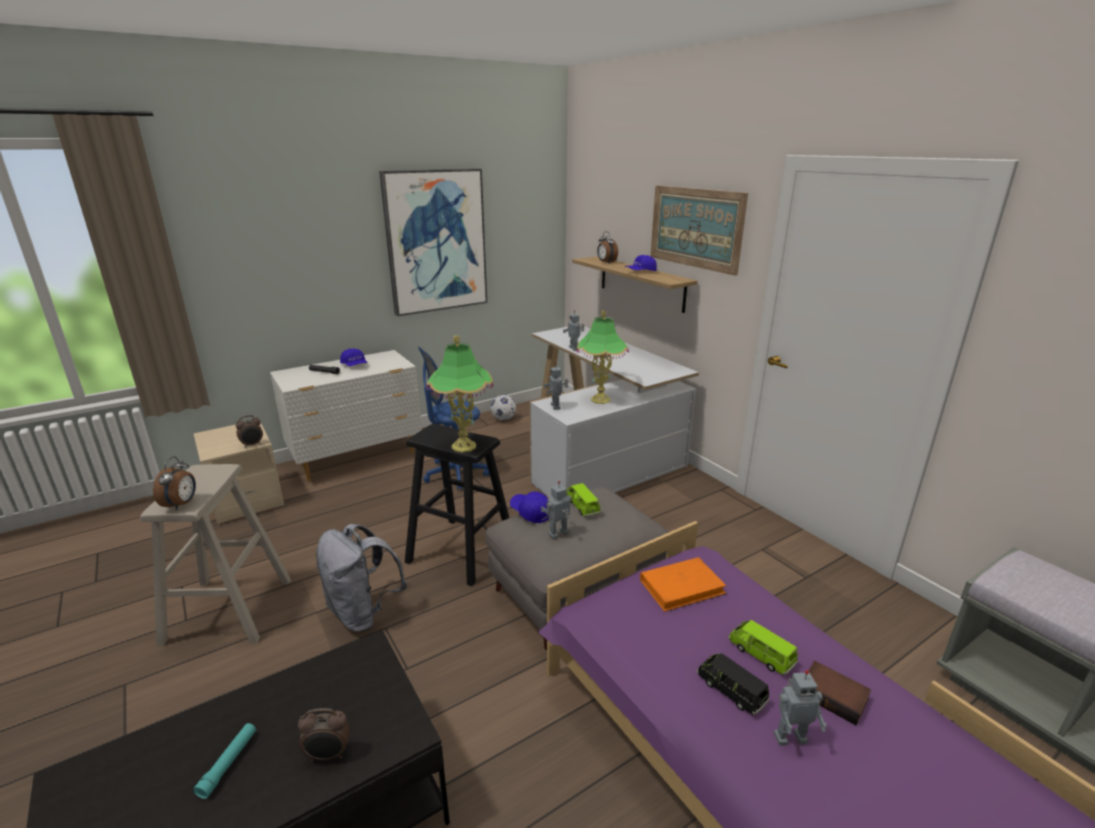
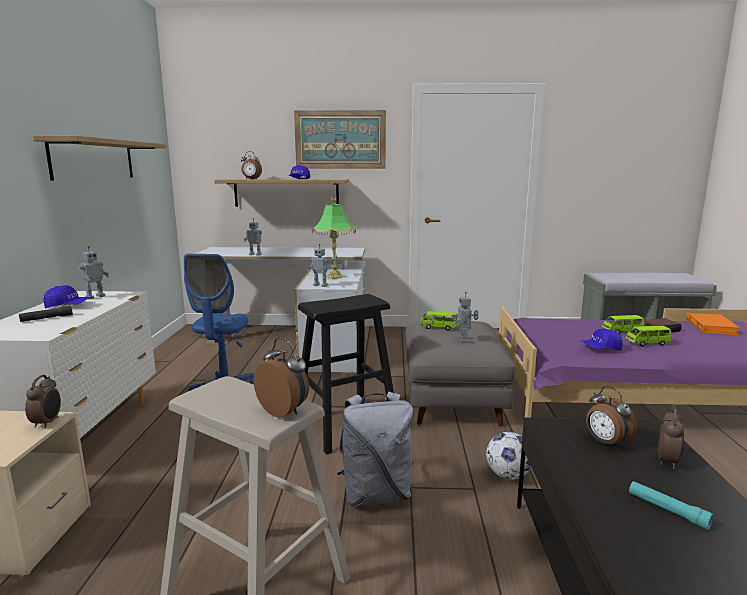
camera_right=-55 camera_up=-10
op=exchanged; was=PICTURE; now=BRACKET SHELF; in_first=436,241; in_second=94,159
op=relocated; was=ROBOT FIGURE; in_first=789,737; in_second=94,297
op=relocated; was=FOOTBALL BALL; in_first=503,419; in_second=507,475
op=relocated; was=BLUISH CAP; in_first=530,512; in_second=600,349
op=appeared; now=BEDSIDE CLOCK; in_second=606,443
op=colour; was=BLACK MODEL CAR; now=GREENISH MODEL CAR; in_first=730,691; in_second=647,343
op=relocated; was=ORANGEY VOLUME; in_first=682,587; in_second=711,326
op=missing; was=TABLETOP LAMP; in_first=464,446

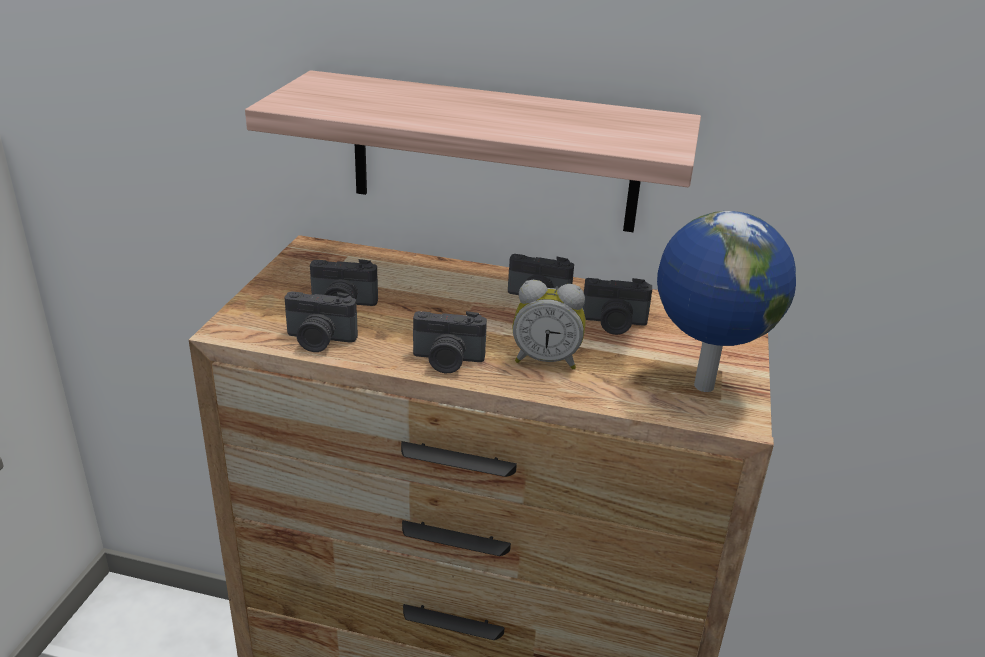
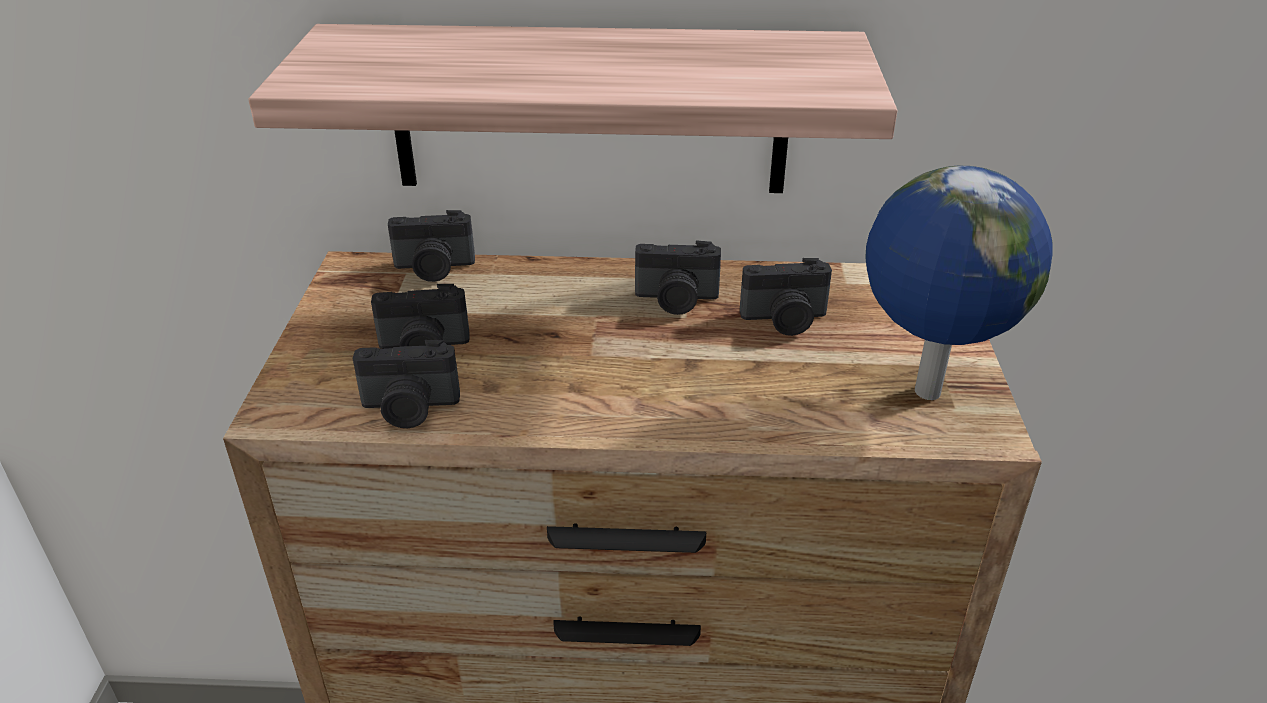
camera_right=-10 camera_up=5
op=relocated; was=STILL CAMERA; in_first=447,361; in_second=434,269
op=missing; was=BEDSIDE CLOCK; in_first=546,360

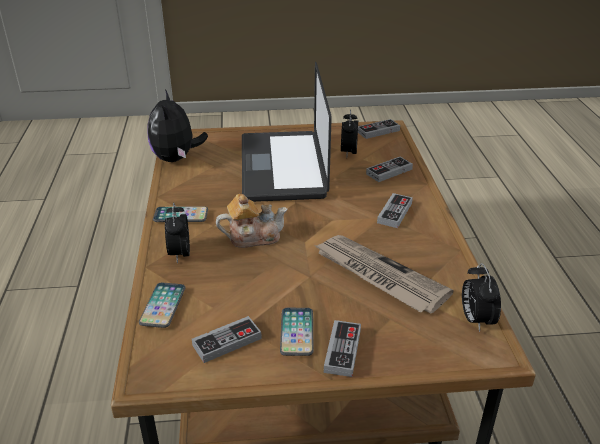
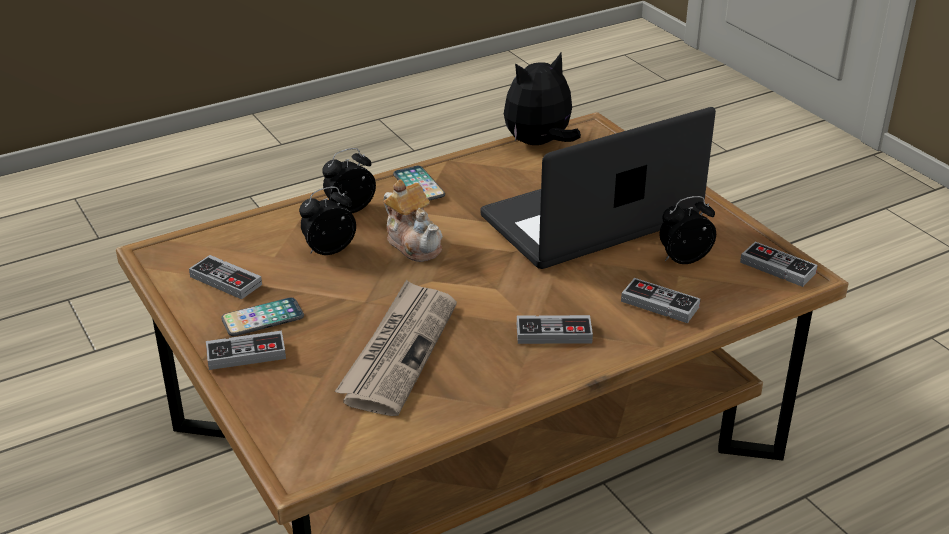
camera_right=65 camera_up=0
op=relocated; was=BEDSIDE CLOCK; in_first=475,319; in_second=329,250
op=missing; was=PHONE; in_first=163,306

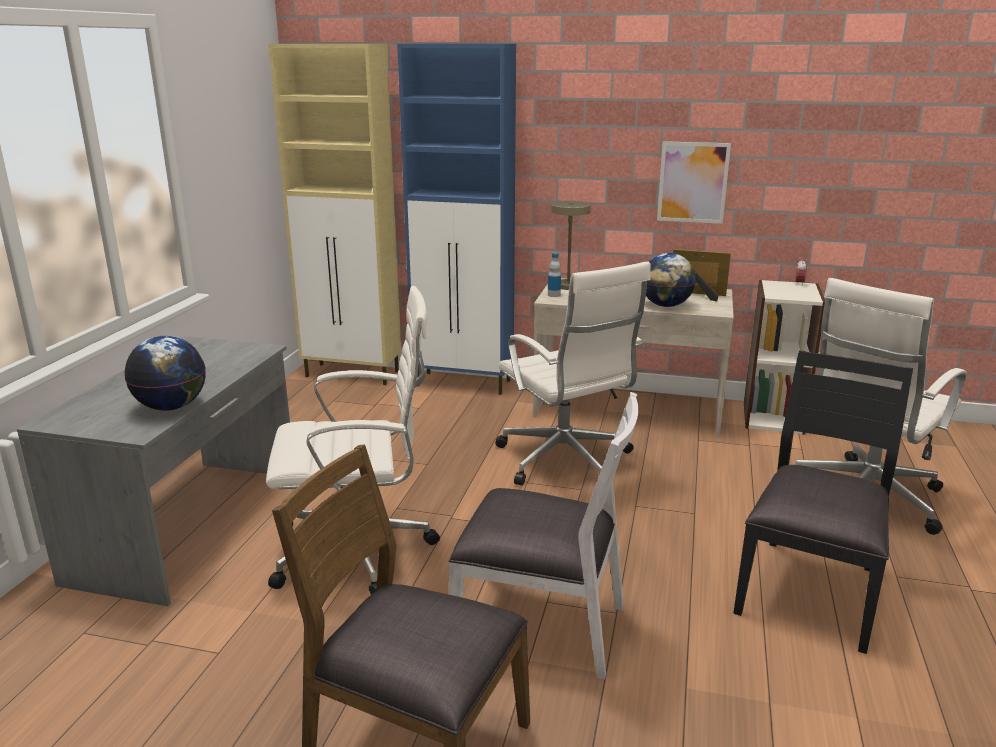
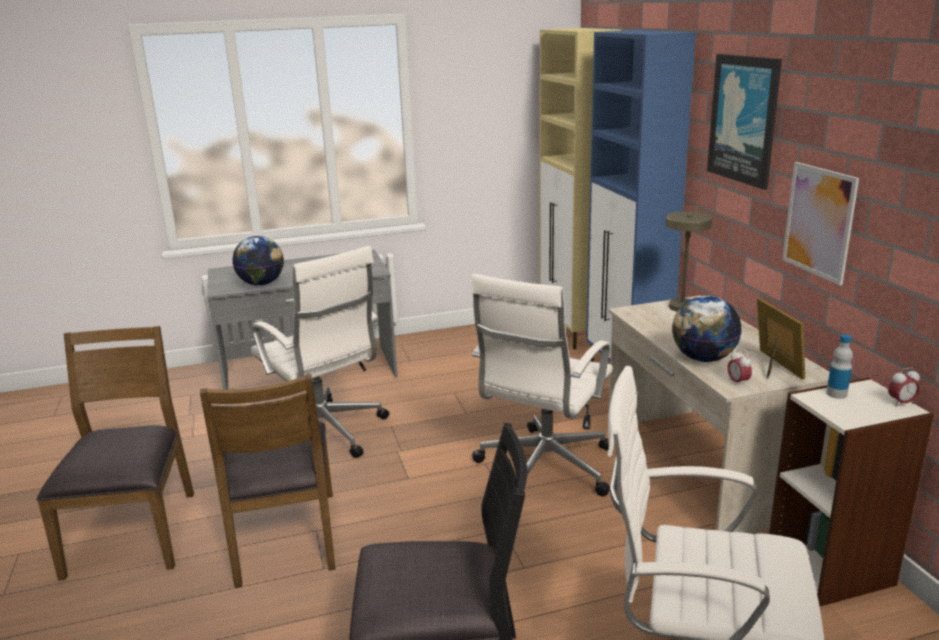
camera_right=60 camera_up=0
op=colour; was=WHITE UPRIGHT CHAIR; now=BROWN UPRIGHT CHAIR; in_first=541,625; in_second=284,537
op=appeared; now=PICTURE; in_second=744,119
op=appeared; now=BEDSIDE CLOCK; in_second=738,382
op=relocated; was=BEVERAGE BOTTLE; in_first=554,295; in_second=836,394

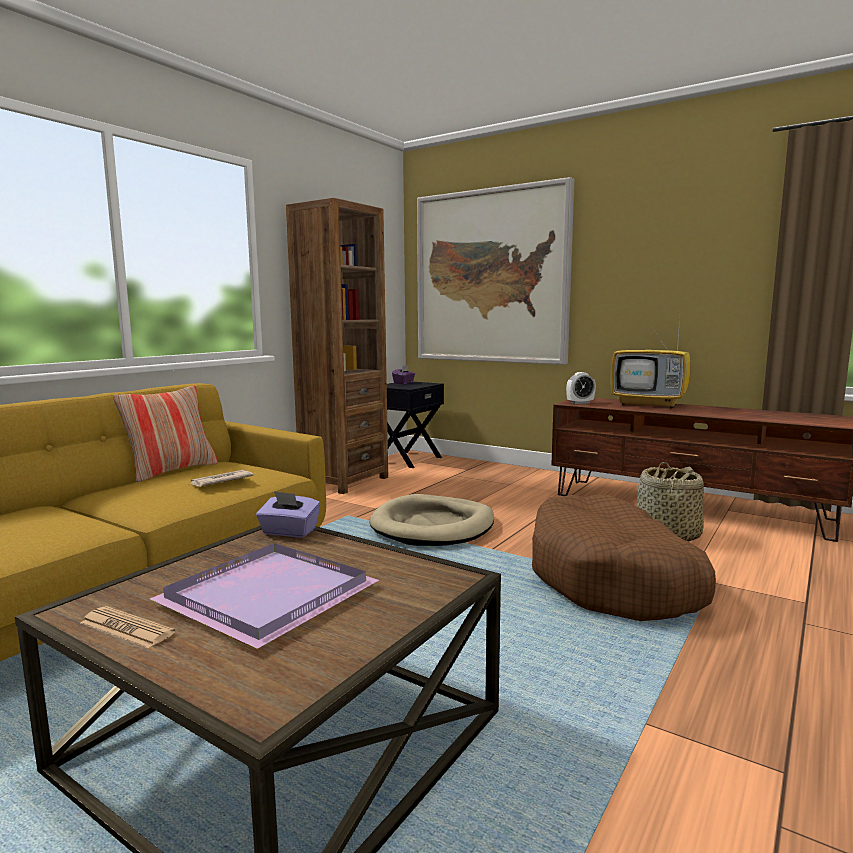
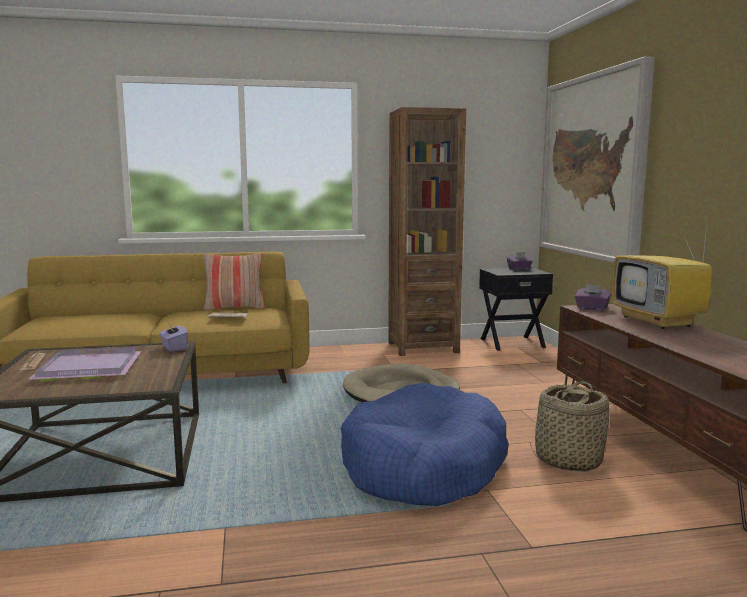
camera_right=45 camera_up=0
op=colour; was=BROWN DOG BED; now=BLUISH DOG BED; in_first=613,579; in_second=424,466
op=exchanged; was=BEDSIDE CLOCK; now=PURPLE-COLOURED TISSUE HOLDER; in_first=580,403; in_second=591,308

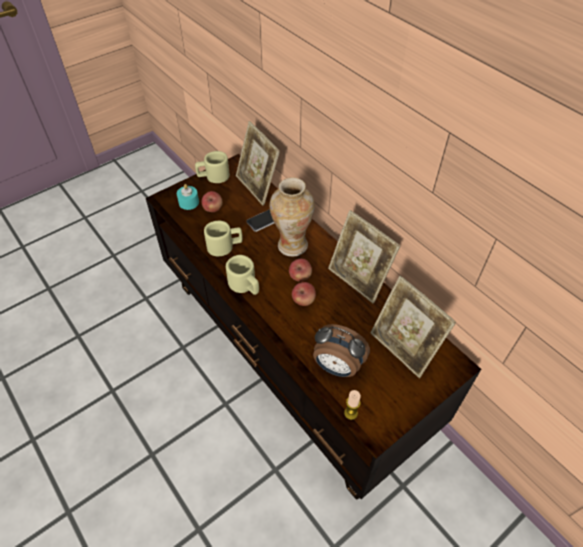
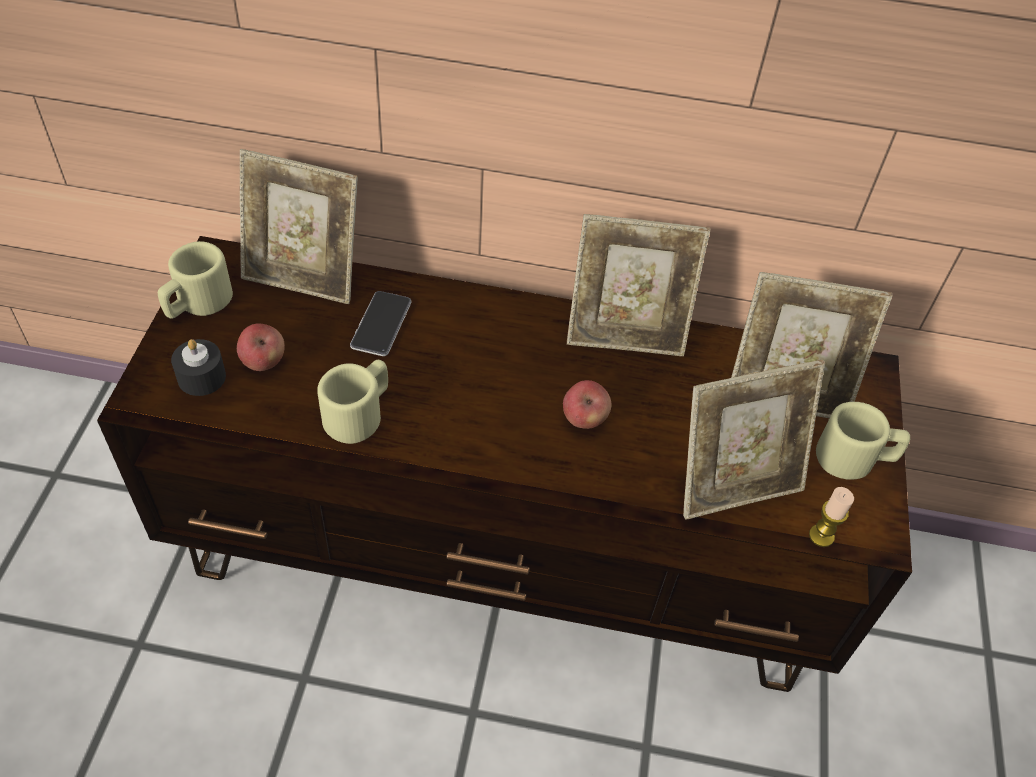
camera_right=-45 camera_up=0
op=colour; was=TURQUOISE-COLOURED WAX LIGHT; now=BLACK WAX LIGHT; in_first=188,202; in_second=201,377
op=exchanged; was=BEDSIDE CLOCK; now=STANDING FRAME; in_first=337,367; in_second=735,484
op=relocated; was=SAND-COLOURED TEA MUG; in_first=245,285; in_second=855,458
op=missing; was=FLOWER VASE; in_first=291,245
op=missing; was=APPLE FRUIT; in_first=300,277

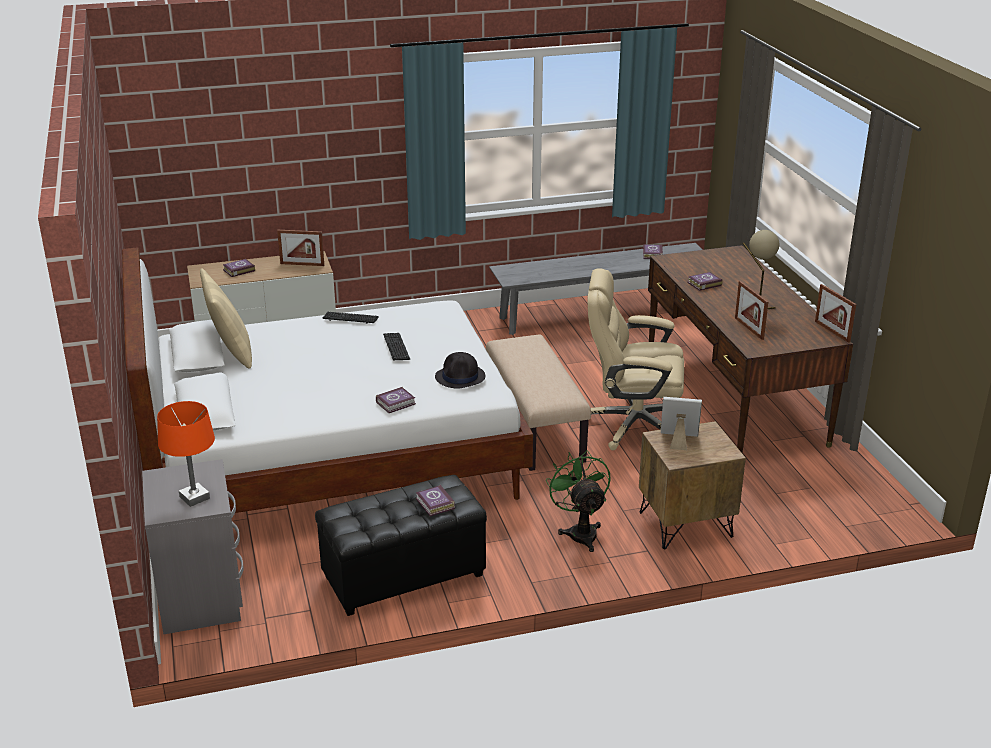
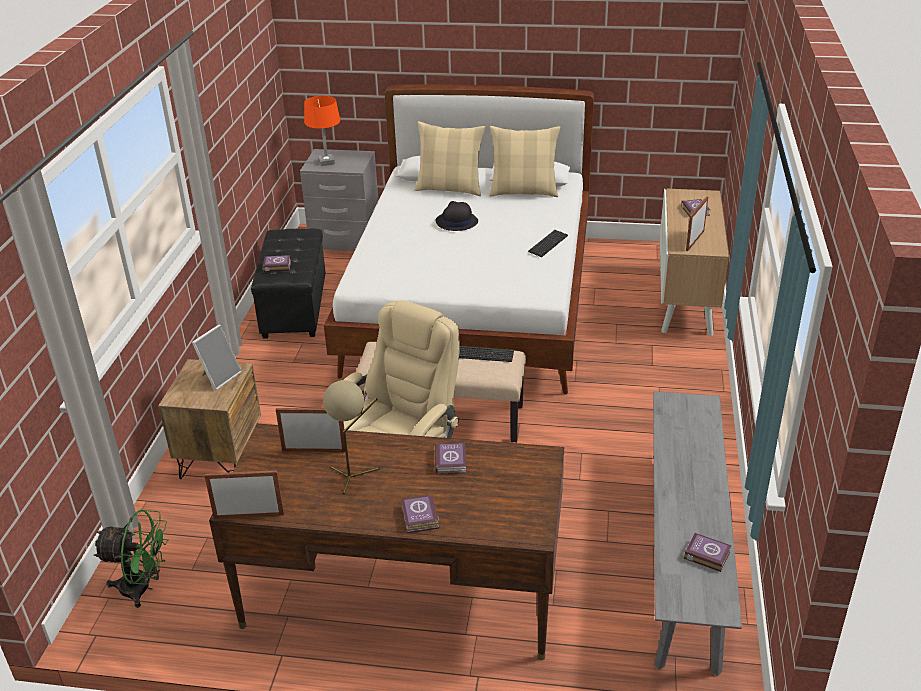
camera_right=115 camera_up=5
op=relocated; was=GREENISH ELECTRIC FAN; in_first=580,532; in_second=143,588
op=relocated; was=VOLUME; in_first=397,403; in_second=419,518
op=appeared; now=SAND-COLOURED THROW PILLOW; in_second=450,189
op=relocated; was=BLACK WEARABLE HAT; in_first=460,377; in_second=456,222
op=relocated; was=KEYBOARD; in_first=396,348; in_second=484,355

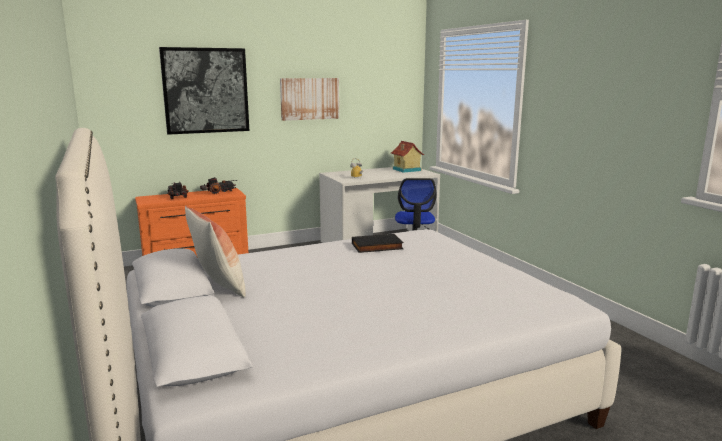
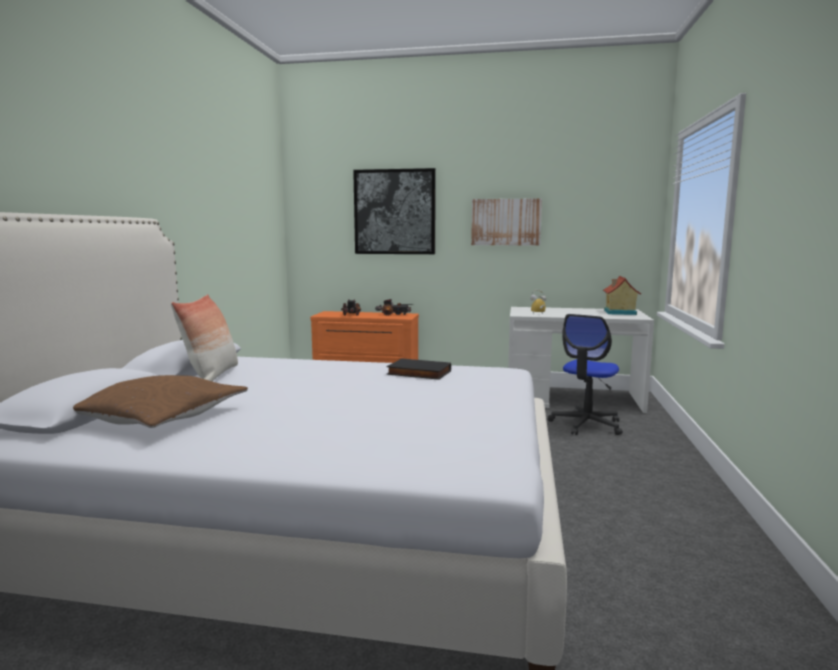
camera_right=35 camera_up=-5
op=appeared; now=BROWN THROW PILLOW; in_second=157,417

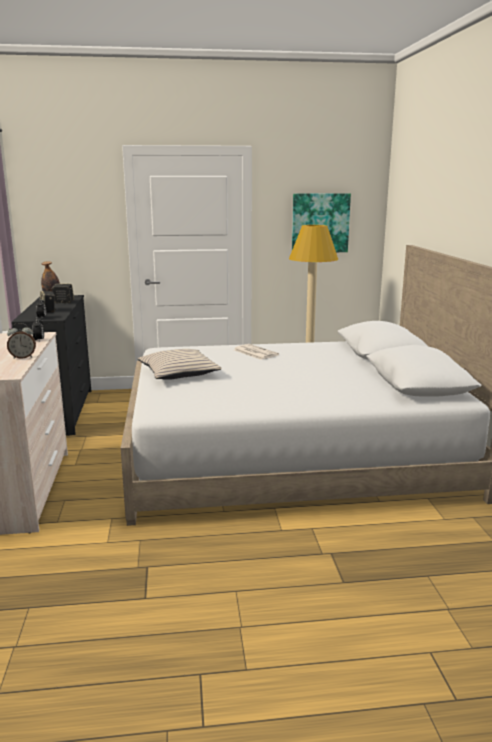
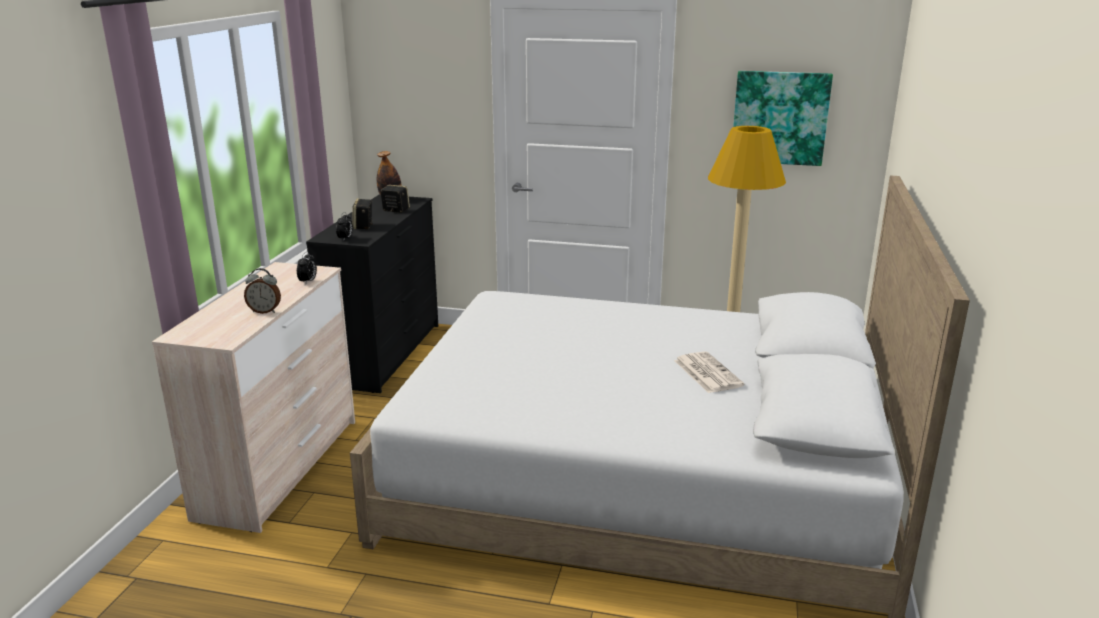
camera_right=20 camera_up=5
op=relocated; was=DAILY PAPER; in_first=254,352; in_second=706,373
op=missing; was=SAND-COLOURED THROW PILLOW; in_first=178,373

